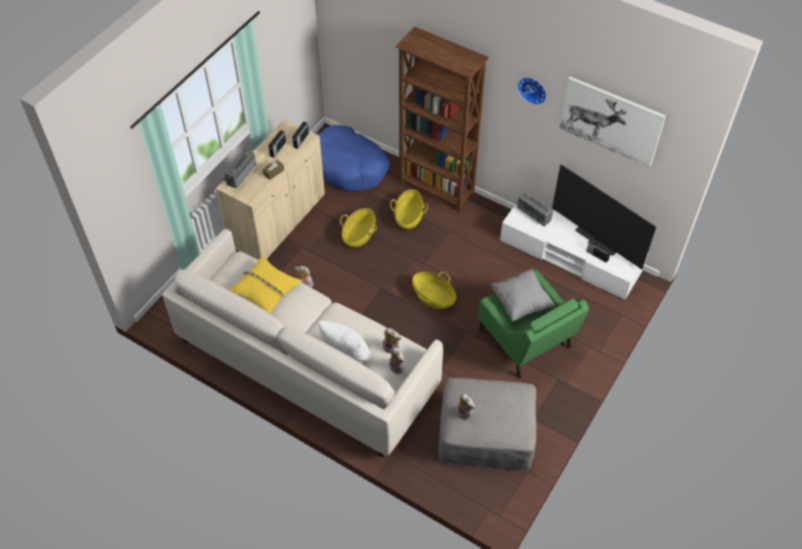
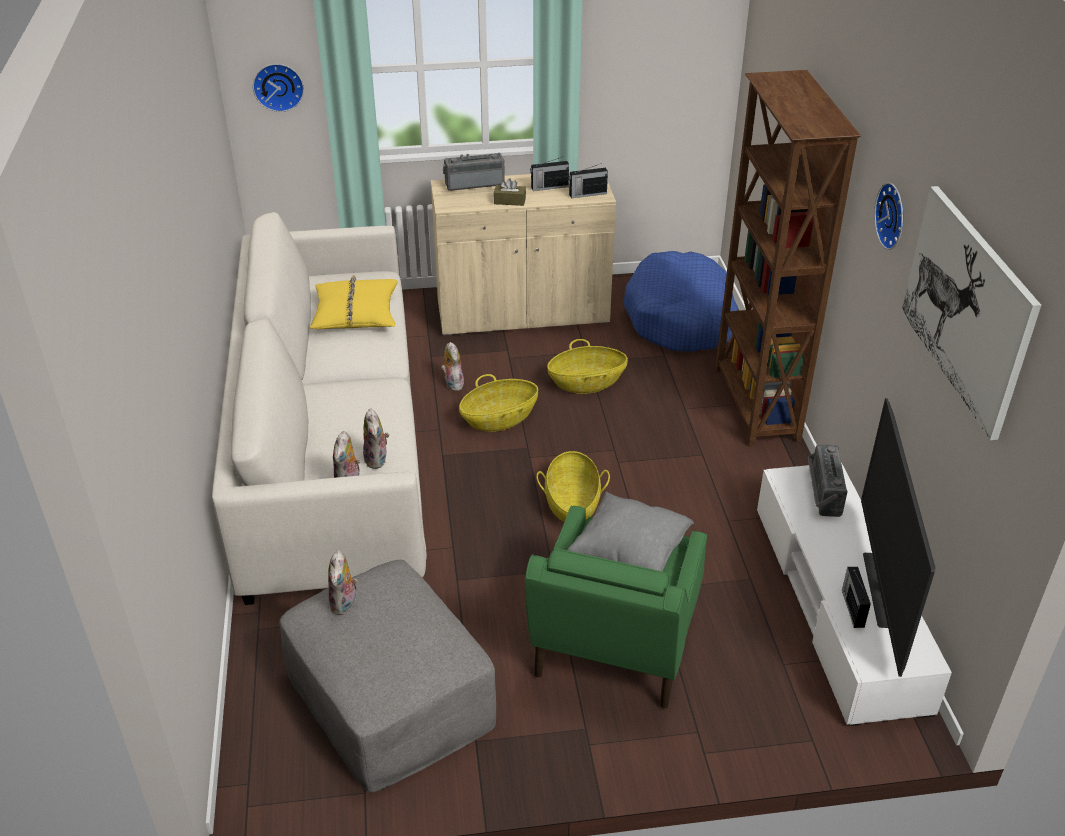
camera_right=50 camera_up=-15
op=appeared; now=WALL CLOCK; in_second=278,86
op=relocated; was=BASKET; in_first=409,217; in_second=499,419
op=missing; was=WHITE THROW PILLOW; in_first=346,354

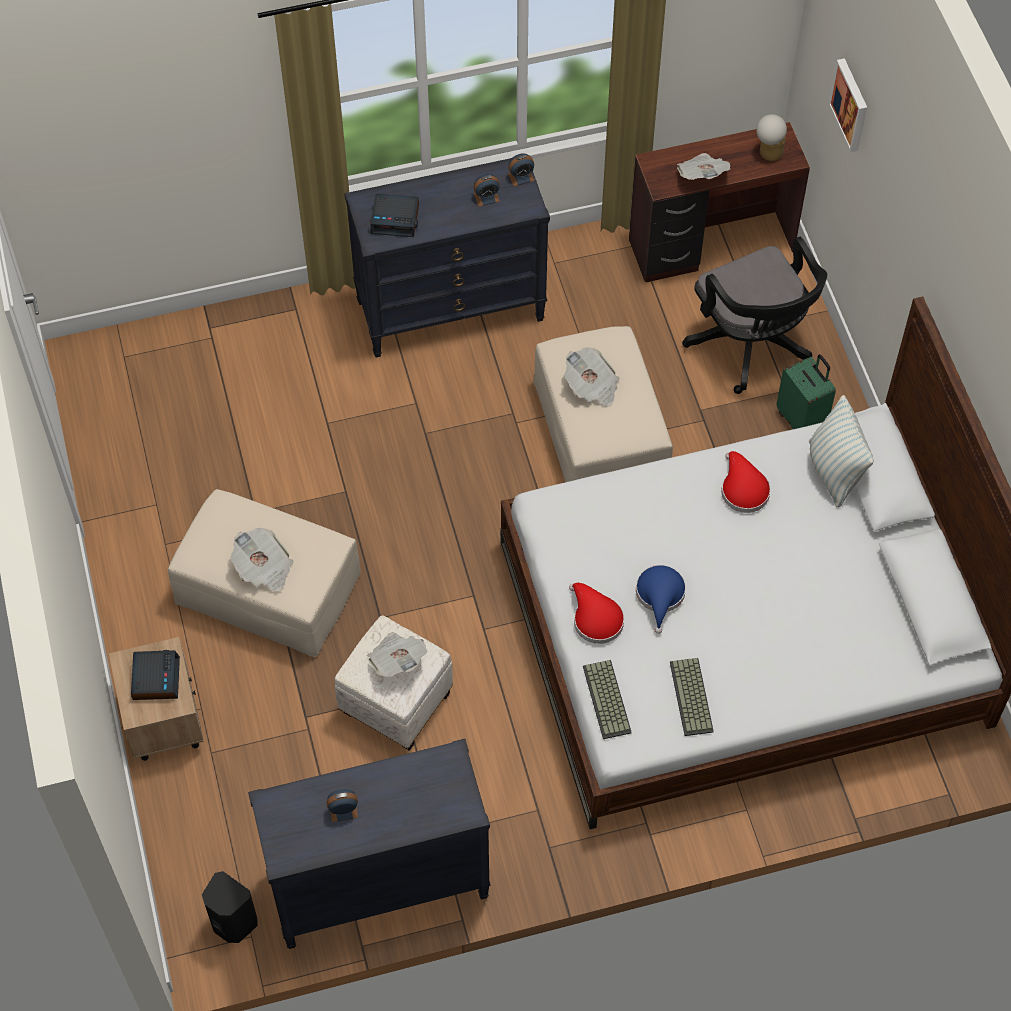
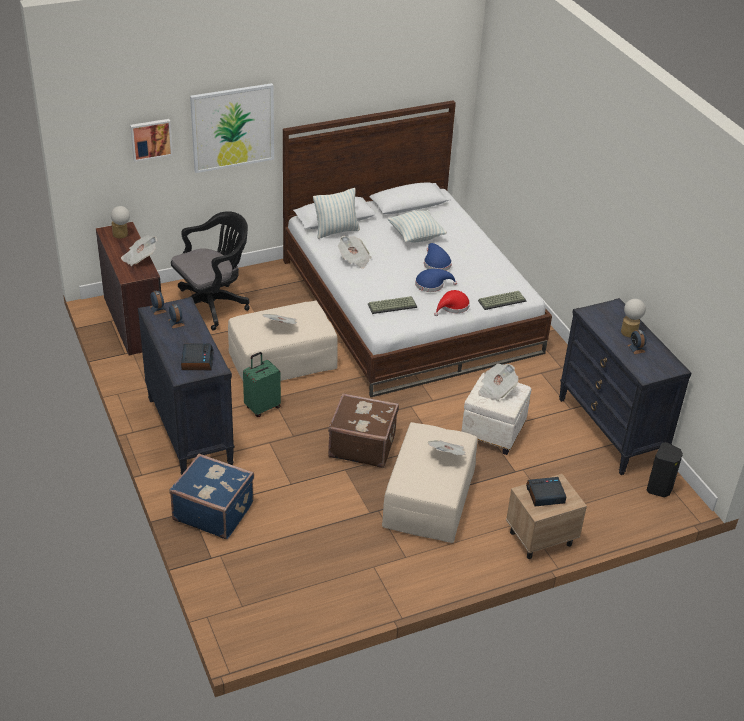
camera_right=-100 camera_up=-20
op=appeared; now=BLUISH SUITCASE; in_second=213,511
op=appeared; now=PICTURE; in_second=232,127
op=relocated; was=GREENISH SUITCASE; in_first=802,420; in_second=262,407
op=appeared; now=BROWN SUITCASE; in_second=362,445
op=exchanged; was=RED WEARABLE HAT; now=DAILY PAPER; in_first=743,489; in_second=354,259
op=relocated; was=KEYBOARD; in_first=693,697; in_second=392,305
op=appeared; now=THROW PILLOW; in_second=416,236
op=appeared; now=BLUISH WEARABLE HAT; in_second=436,263
op=appeared; now=TABLETOP LAMP; in_second=630,331

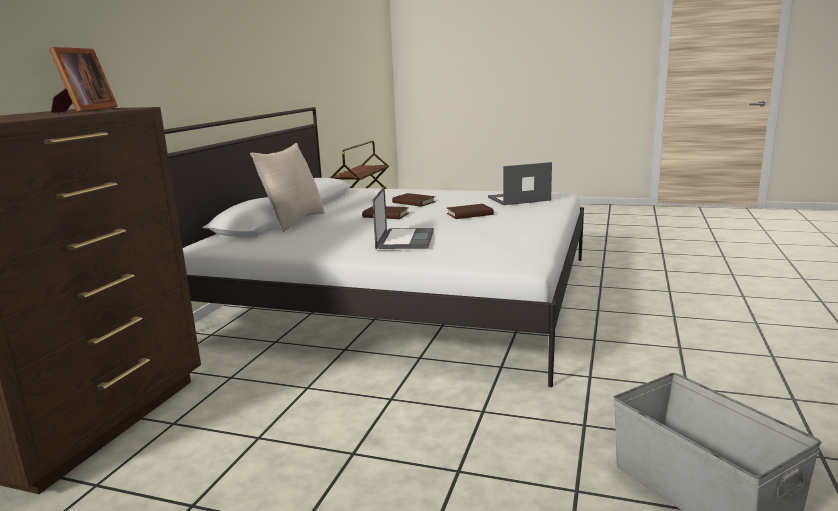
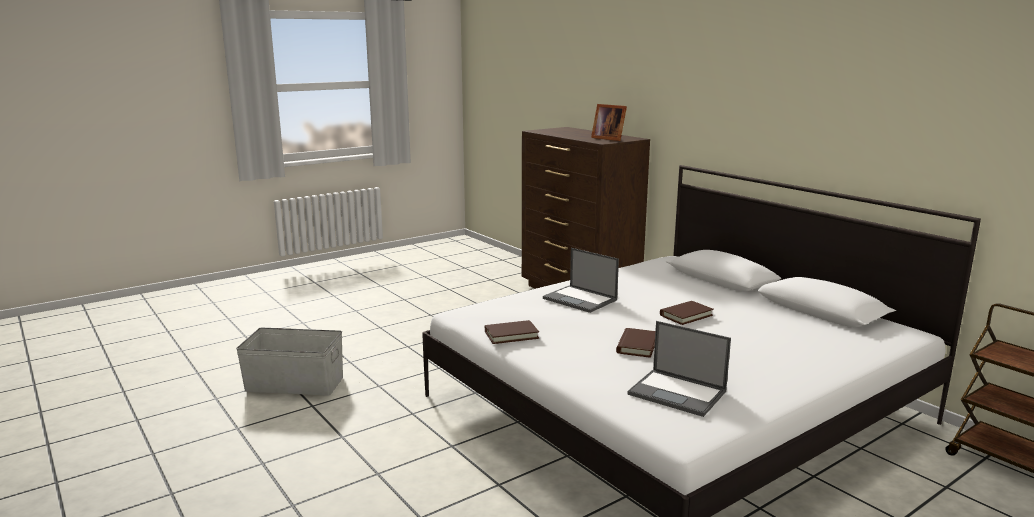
camera_right=125 camera_up=0
op=relocated; was=BROWN VOLUME; in_first=413,202; in_second=511,335
op=spun; was=LAPTOP; in_first=518,199; in_second=678,393; clockwise=105
op=missing; was=SAND-COLOURED THROW PILLOW; in_first=294,221

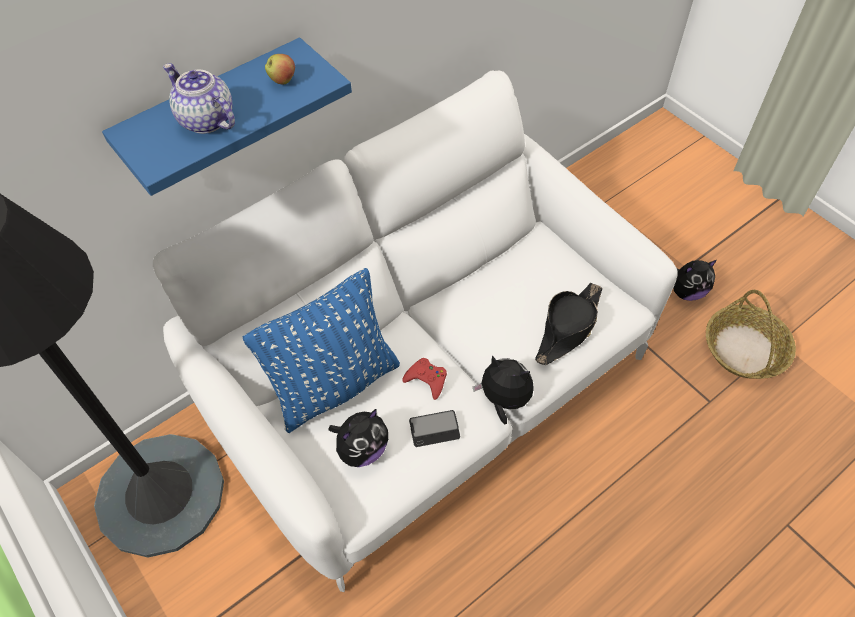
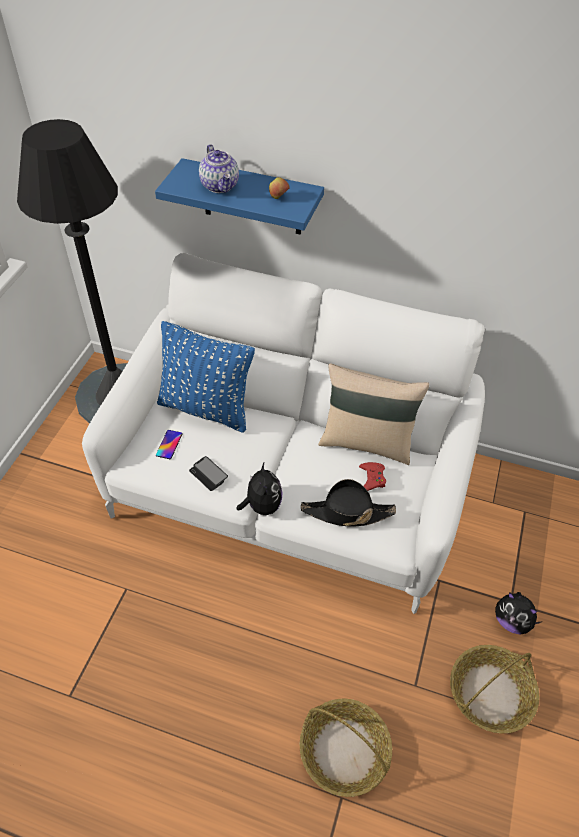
camera_right=55 camera_up=-5
op=exchanged; was=CUDDLY TOY; now=PHONE; in_first=362,449; in_second=169,444
op=spun; was=TEA POT; in_first=205,120; in_second=220,186; clockwise=150
op=appeared; now=BASKET; in_second=343,751
op=appeared; now=SAND-COLOURED THROW PILLOW; in_second=366,442
op=relocated; was=RED JOYPAD; in_first=427,380; in_second=372,478

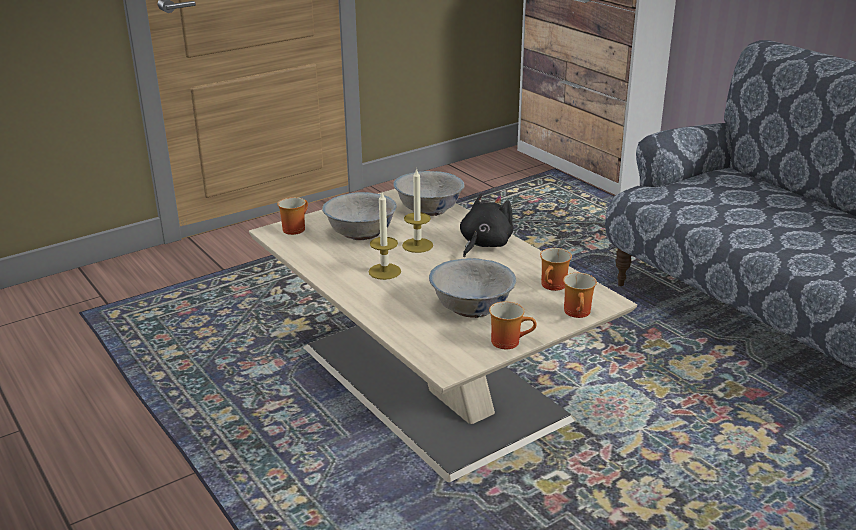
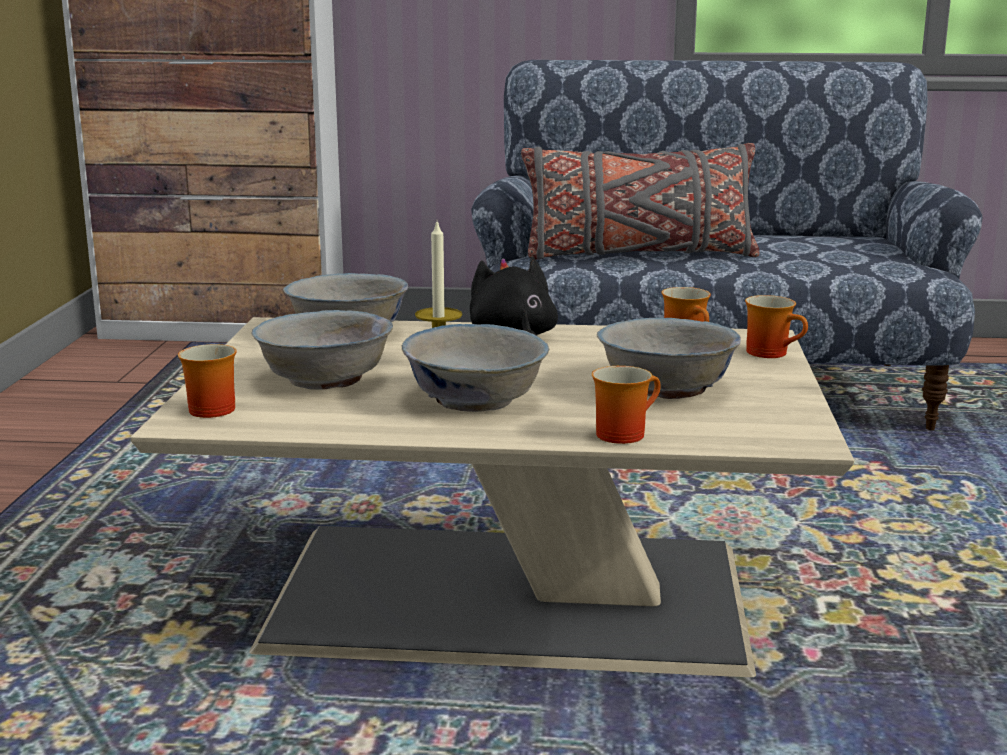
camera_right=-50 camera_up=-10
op=exchanged; was=WAX LIGHT; now=WHITE BOWL; in_first=384,271; in_second=474,400
op=appeared; now=GREYISH THROW PILLOW; in_second=639,255
op=relocated; was=TEA MUG; in_first=509,341; in_second=622,433

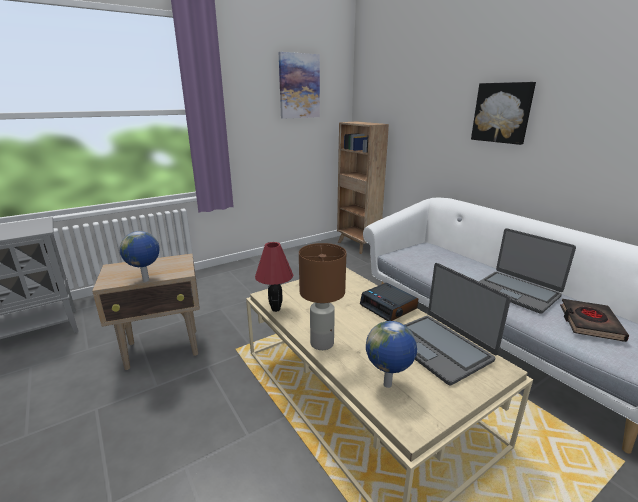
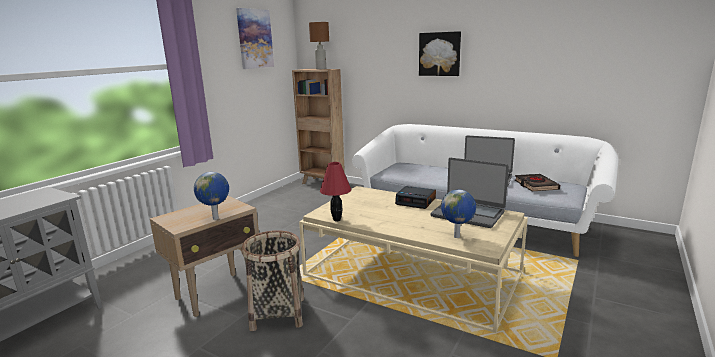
camera_right=-25 camera_up=-5
op=appeared; now=BASKET; in_second=278,313
op=relocated; was=BROWN TABLETOP LAMP; in_first=321,343; in_second=320,69

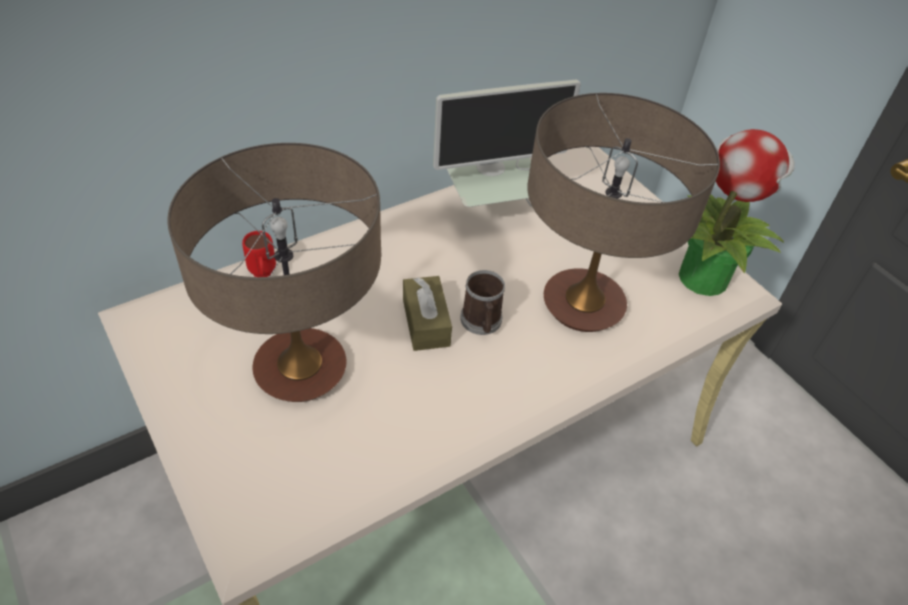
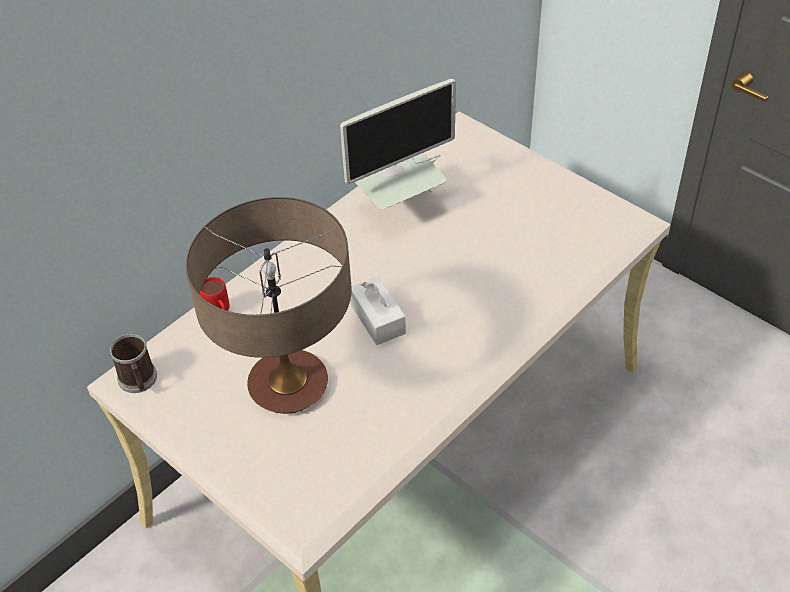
camera_right=-10 camera_up=0
op=relocated; was=TEA MUG; in_first=482,322; in_second=138,381
op=colour; was=BROWN TISSUE HOLDER; now=WHITE TISSUE HOLDER; in_first=426,322; in_second=378,319
op=missing; was=TABLETOP LAMP; in_first=583,305
op=missing; was=HOUSEPLANT; in_first=703,276

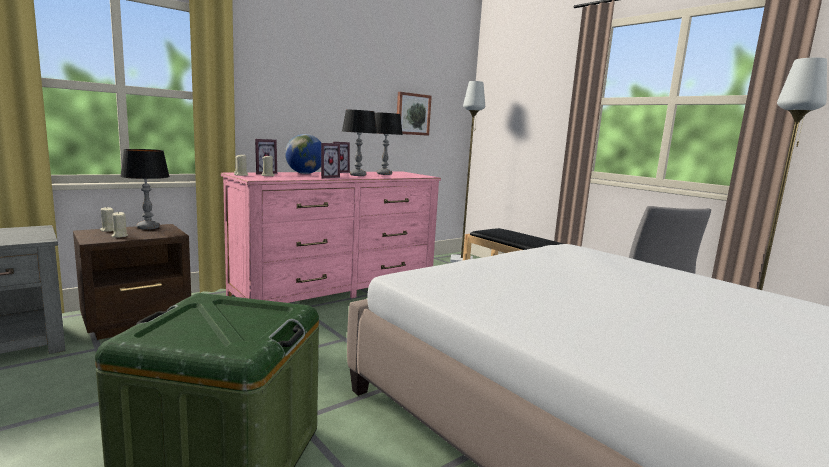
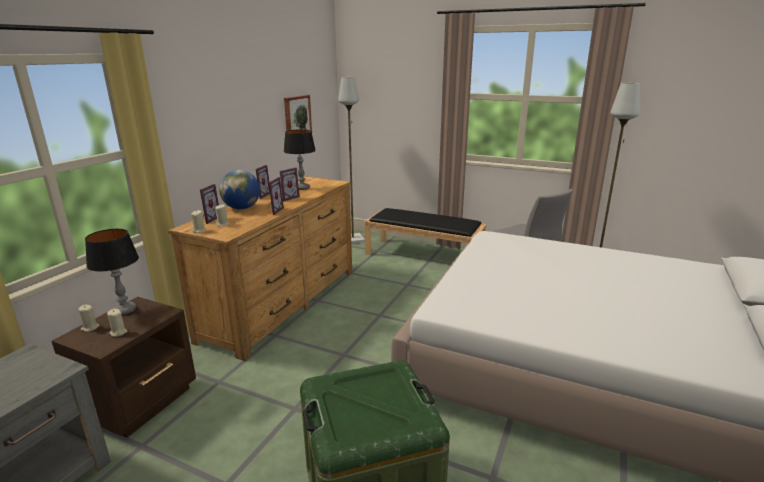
camera_right=-25 camera_up=10
op=colour; was=PINK DRAWER CHEST; now=BROWN DRAWER CHEST; in_first=337,288; in_second=283,302
op=exchanged; was=TABLETOP LAMP; now=STANDING FRAME; in_first=358,175; in_second=288,198

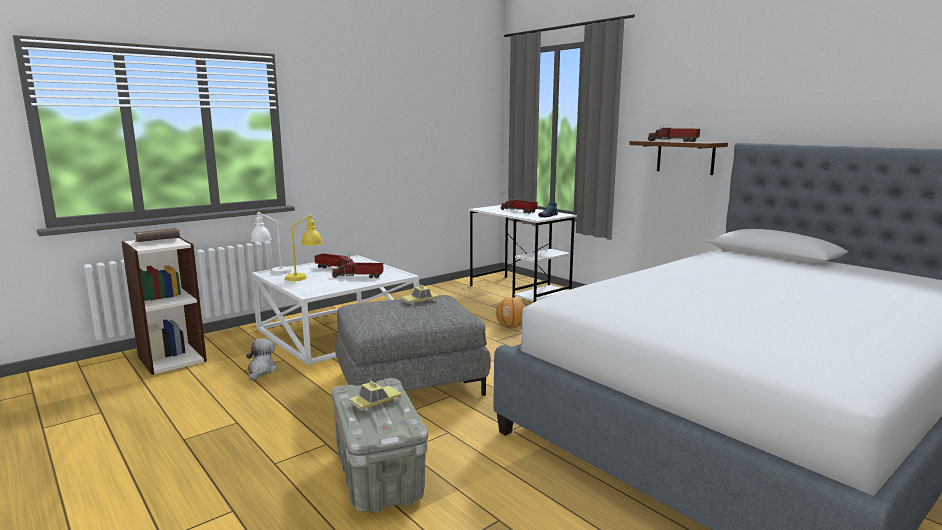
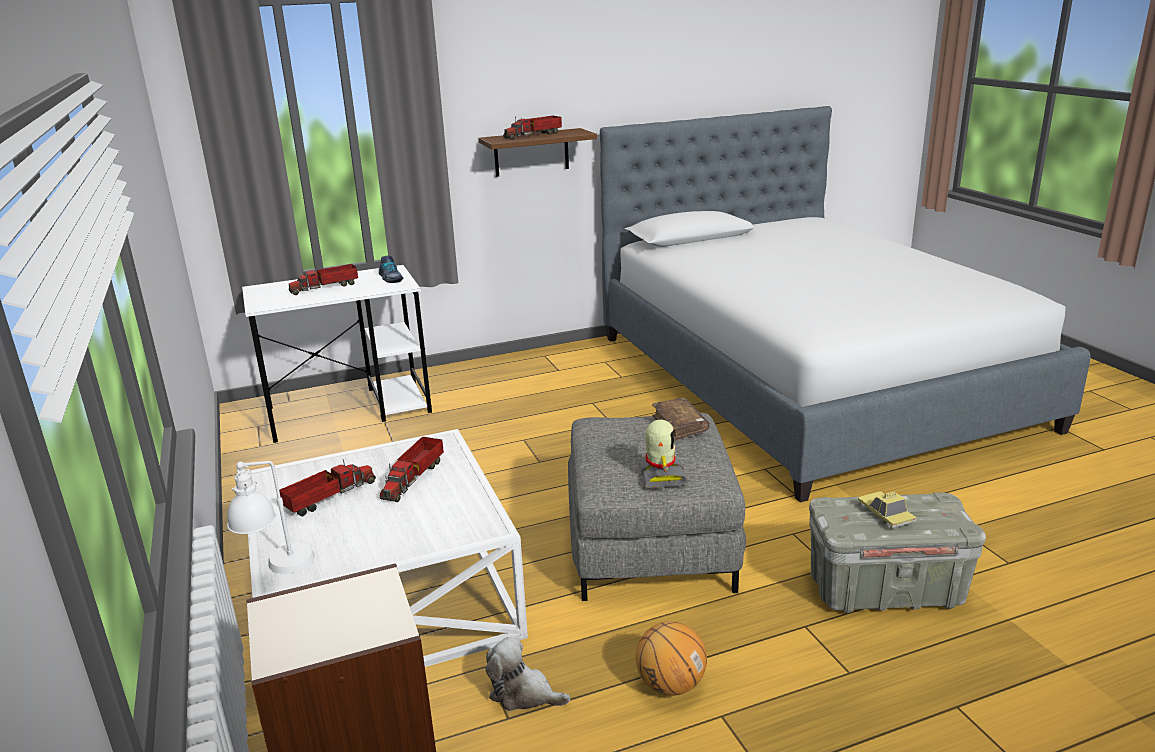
camera_right=-70 camera_up=10
op=relocated; was=BASKETBALL; in_first=511,327; in_second=670,685
op=appeared; now=ROBOT FIGURE; in_second=661,476
op=relocated; was=BROWN VOLUME; in_first=158,241; in_second=679,425
op=missing; was=YELLOW TABLETOP LAMP; in_first=305,277
op=missing; was=MODEL CAR; in_first=420,301

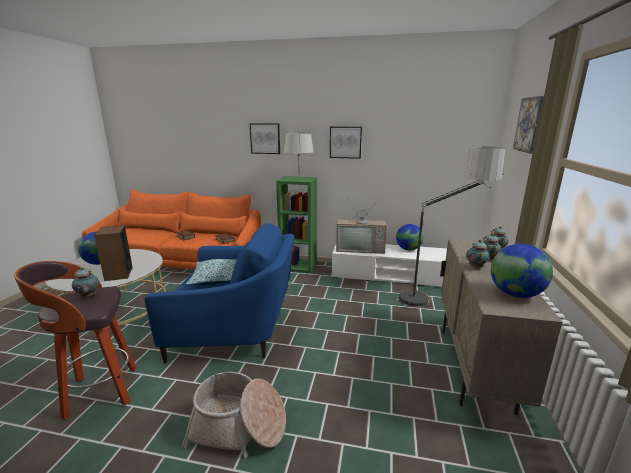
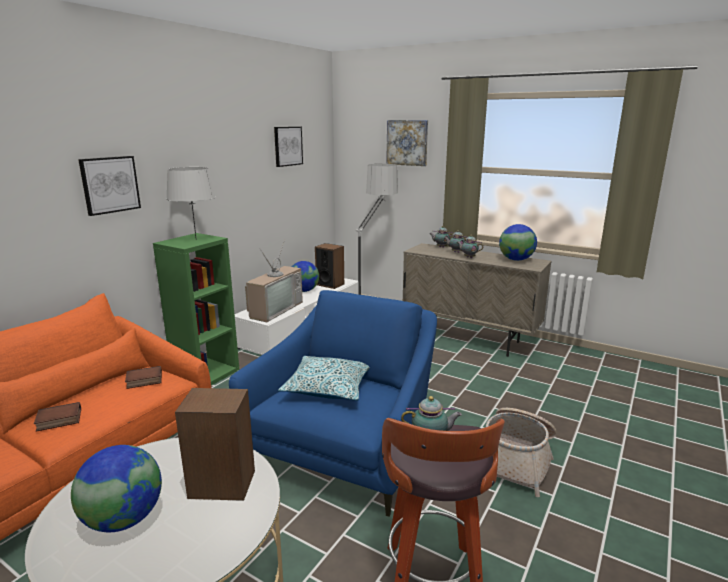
camera_right=-70 camera_up=0
op=relocated; was=PICTURE; in_first=345,142; in_second=287,146
op=appeared; now=LOUDSPEAKER; in_second=330,284

